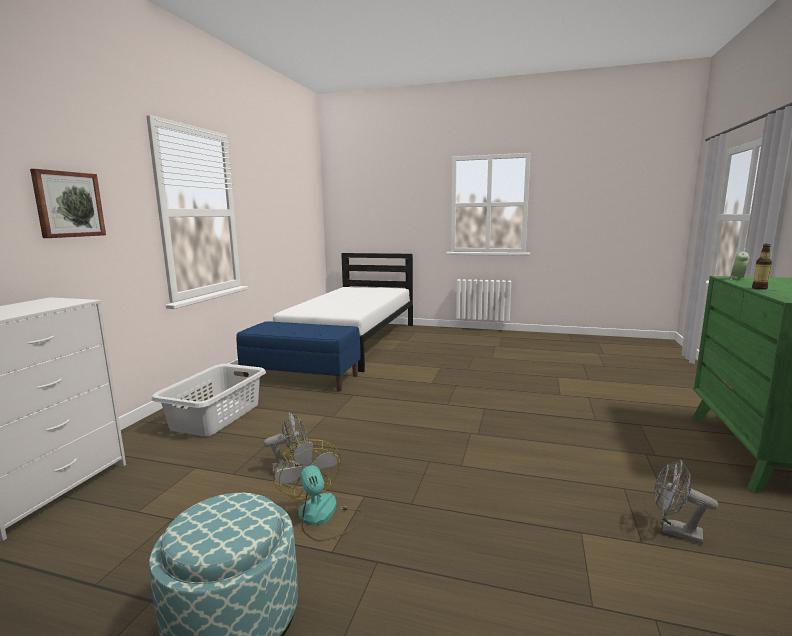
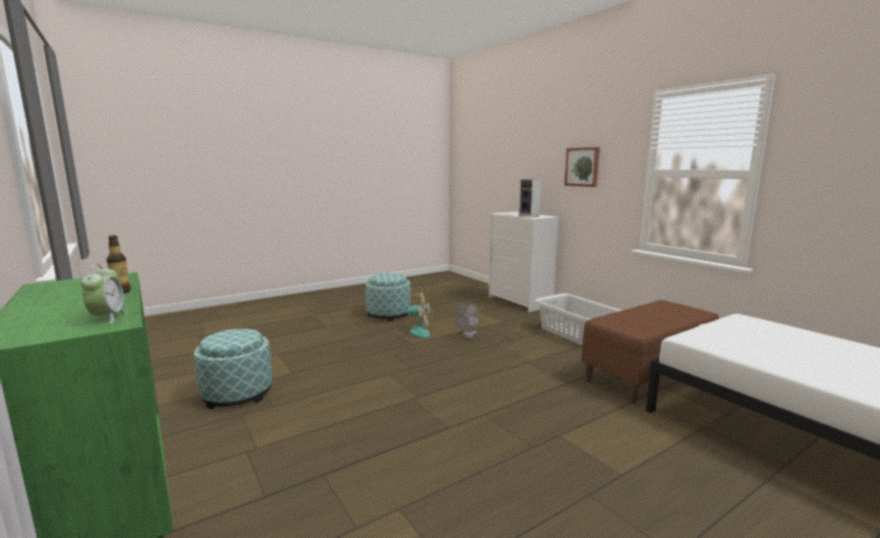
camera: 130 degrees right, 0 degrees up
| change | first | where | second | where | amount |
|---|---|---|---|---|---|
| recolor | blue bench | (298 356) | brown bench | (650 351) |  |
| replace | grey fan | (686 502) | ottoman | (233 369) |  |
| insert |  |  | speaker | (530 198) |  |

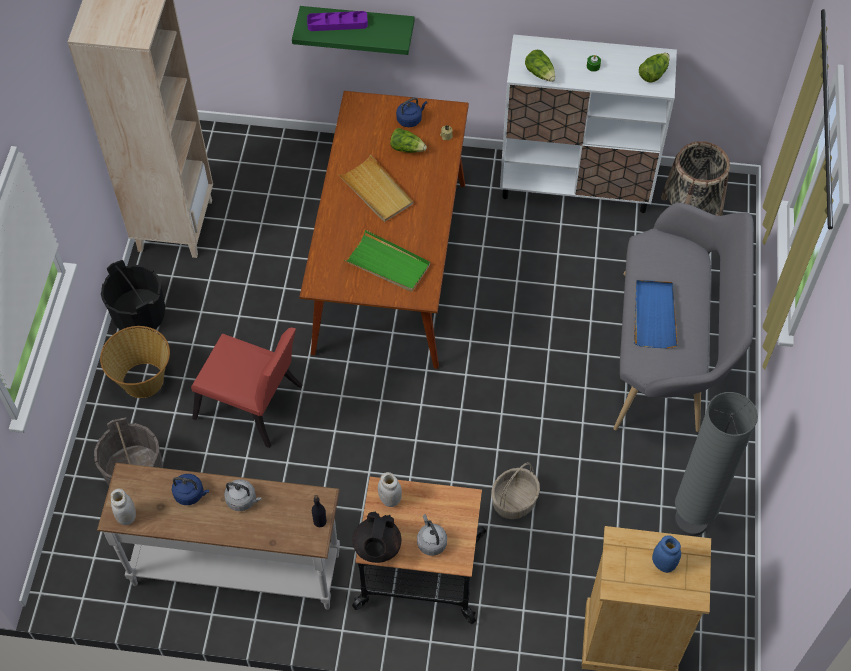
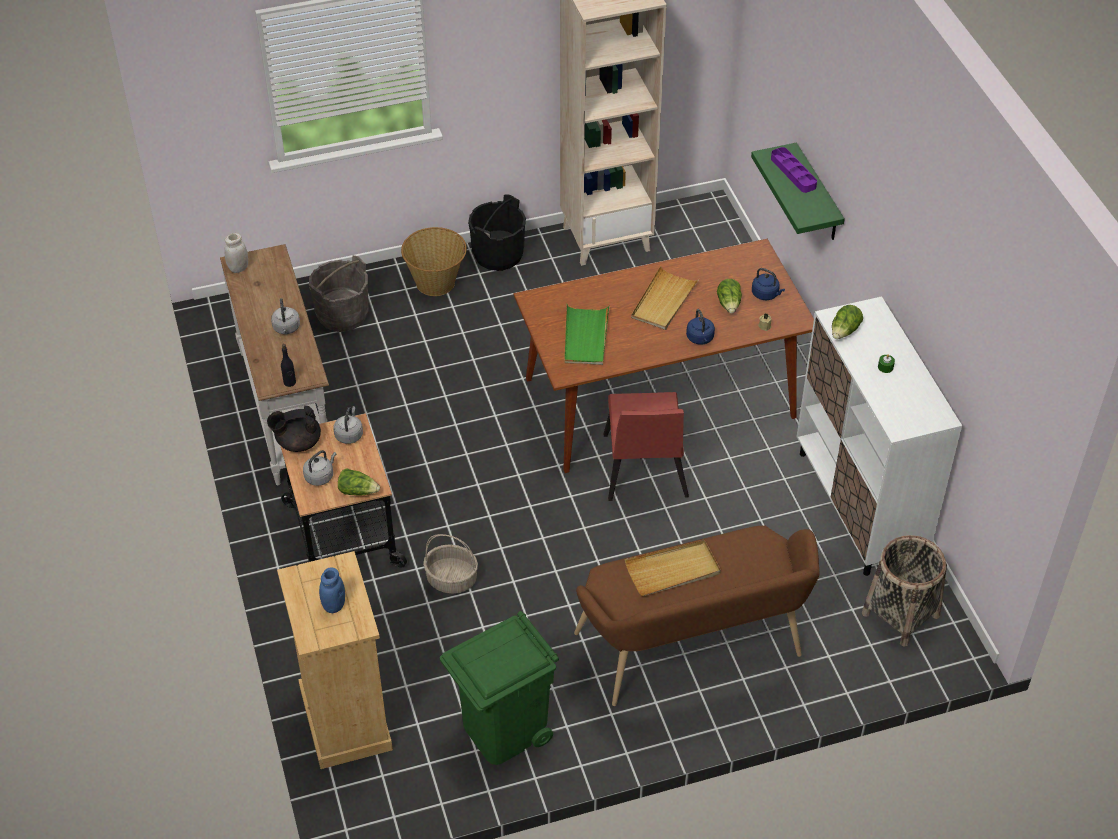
camera: 65 degrees right, 10 degrees down
| change | first | where | second | where | amount |
|---|---|---|---|---|---|
| move | lettuce | (654 67) |  | (359 482) |  |
| recolor | grey bench | (683 317) | brown bench | (696 615) |  |
| recolor | blue tray | (656 314) | beige tray | (673 567) |  |
| move | red chair | (247 388) |  | (646 446) |  |
| replace | grey floor lamp | (716 464) | green trash can | (499 688) |  |
| replace | white jar | (390 489) | grey kettle | (348 425) |  |
| move | blue kettle | (190 489) |  | (700 327) |  |

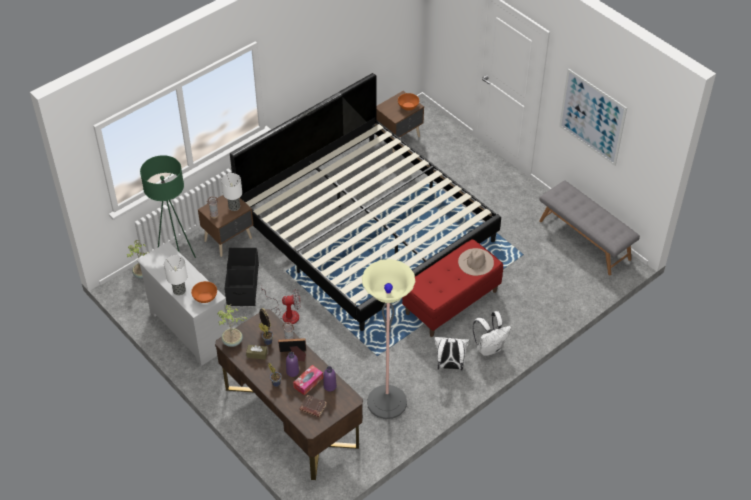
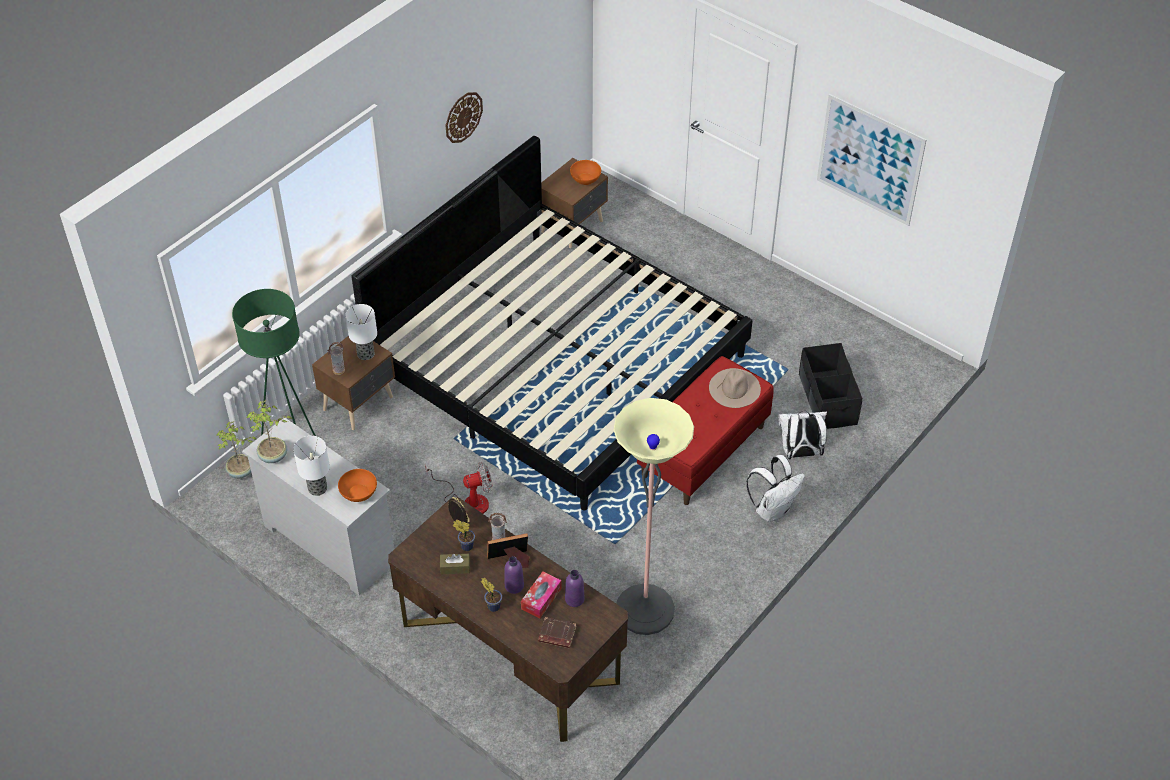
camera: 10 degrees left, 0 degrees up
| change | first | where | second | where | amount |
|---|---|---|---|---|---|
| delete | grey bench | (589 228) |  |  |  |
| move | black storage box | (242 277) |  | (830 386) |  |
| move | potted plant | (232 325) |  | (269 431) |  |
| move | white backpack | (451 353) |  | (802 435) |  |
| insert |  |  | wall clock | (464 117) |  |

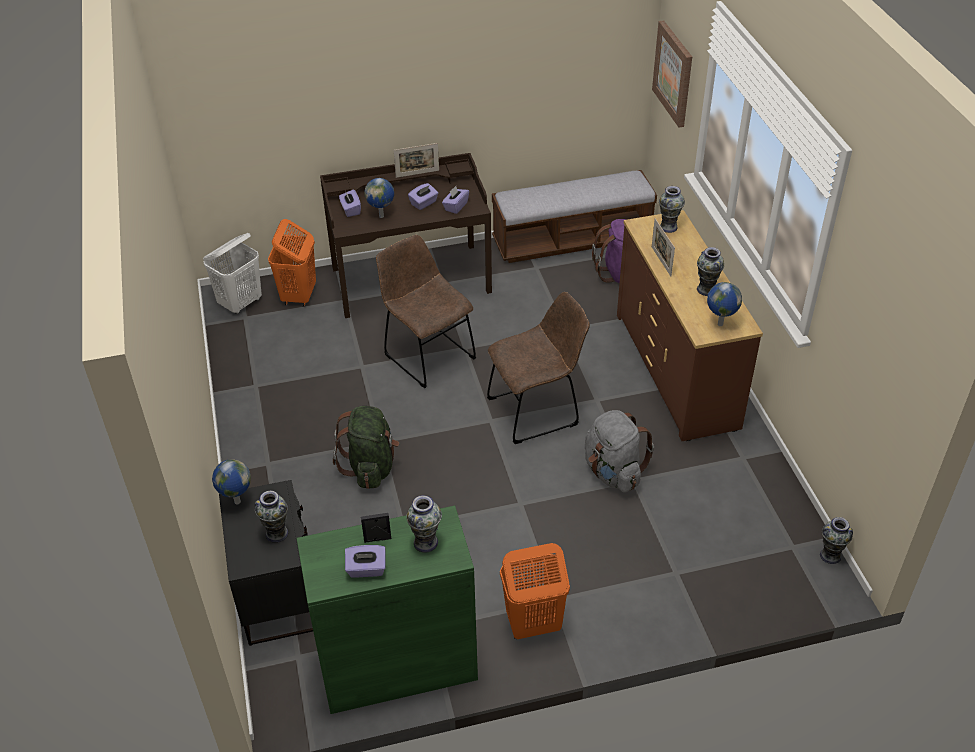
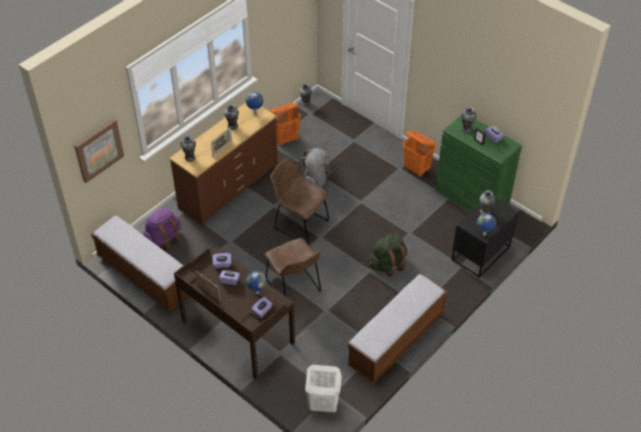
camera: 125 degrees left, 5 degrees up
| change | first | where | second | where | amount |
|---|---|---|---|---|---|
| move | orange laundry basket | (292 263) |  | (285 124) |  |
| rotate | brown chair | (426 311) |  | (293 267) | 45 degrees counterclockwise |
| insert |  |  | bench | (397 329) |  |

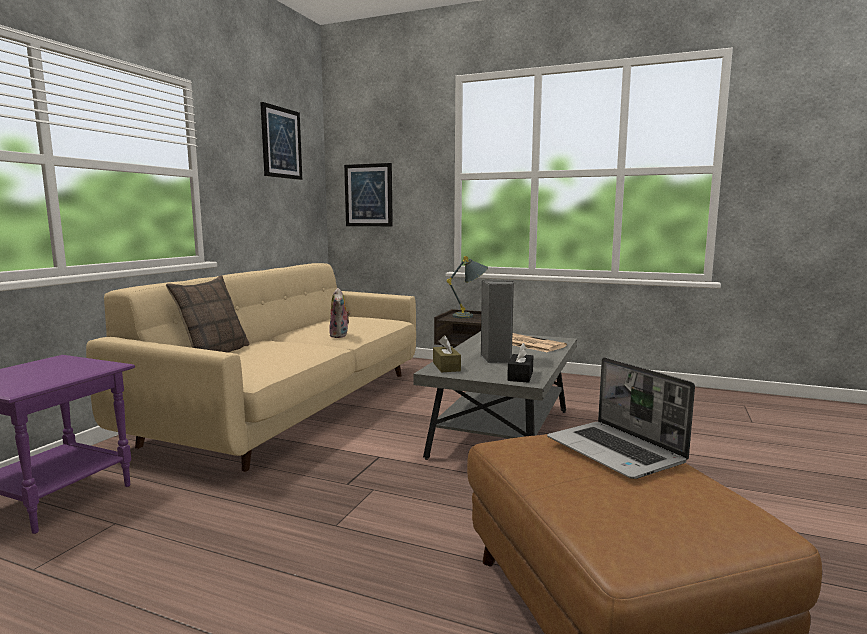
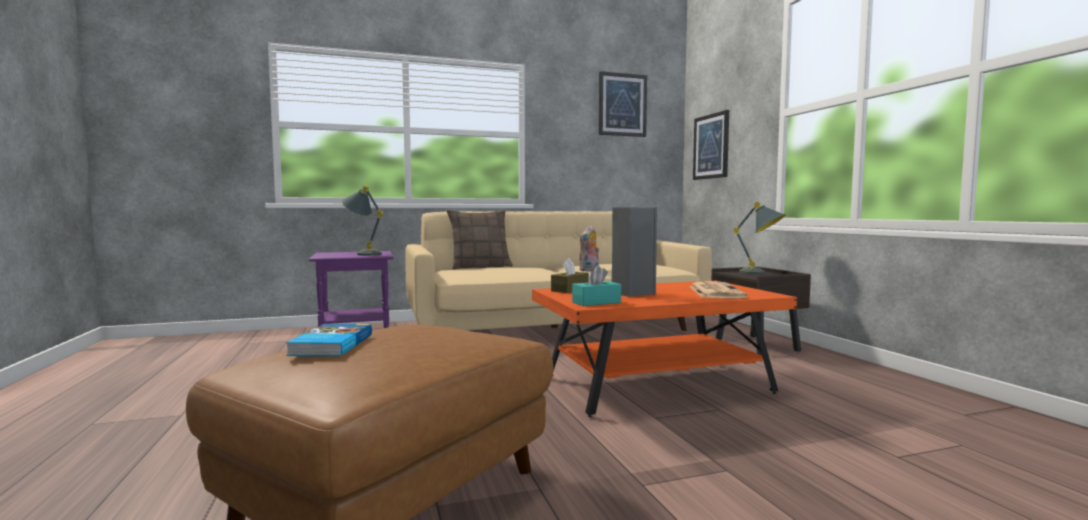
camera: 50 degrees right, 5 degrees down
| change | first | where | second | where | amount |
|---|---|---|---|---|---|
| recolor | grey coffee table | (495 395) | orange coffee table | (664 349) |  |
| recolor | black tissue box | (520 363) | turquoise tissue box | (596 286) |  |
| delete | laptop | (621 418) |  |  |  |
| insert |  |  | grey table lamp | (362 221) |  |
| insert |  |  | book | (329 340) |  |

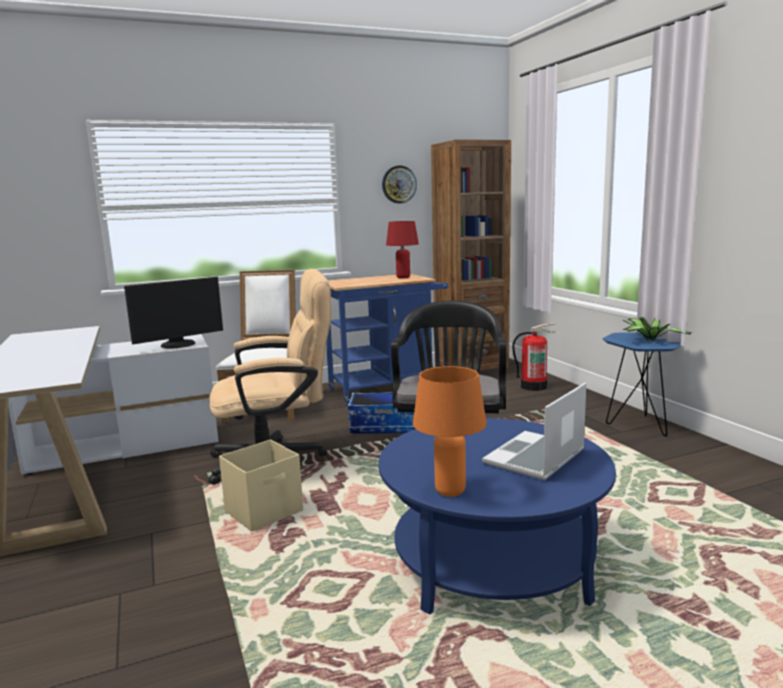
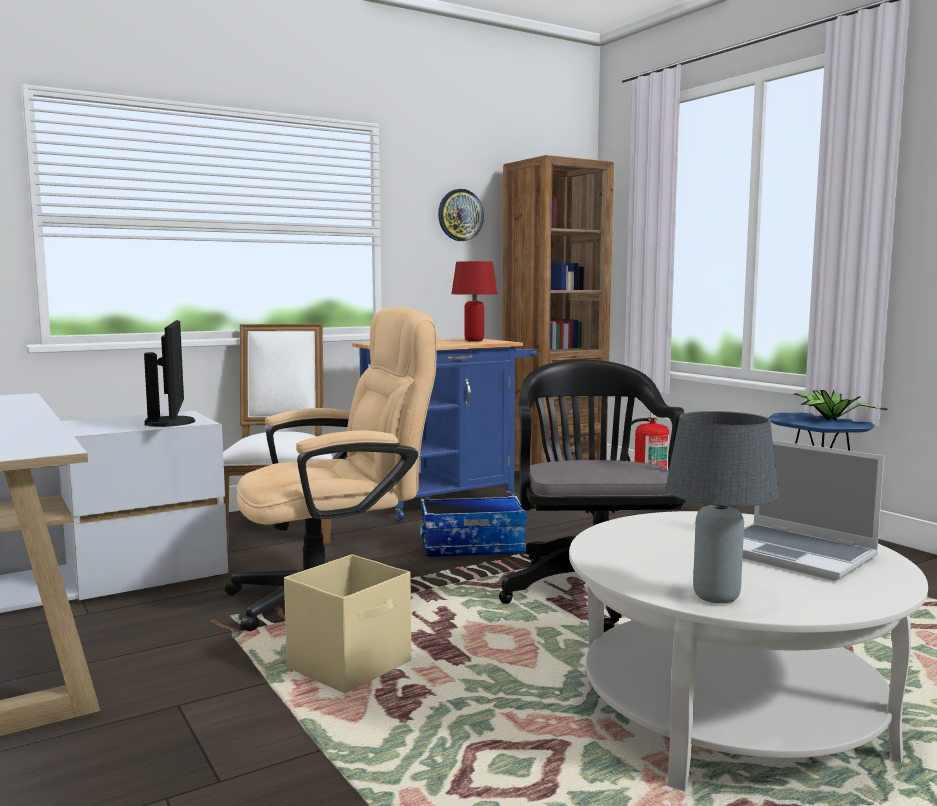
camera: 10 degrees left, 5 degrees down
| change | first | where | second | where | amount |
|---|---|---|---|---|---|
| rotate | monitor | (173 313) |  | (169 373) | 60 degrees counterclockwise |
| recolor | orange table lamp | (450 431) | grey table lamp | (722 507) |  |
| rotate | laptop | (534 431) |  | (813 510) | 75 degrees counterclockwise |
| recolor | blue coffee table | (497 516) | white coffee table | (748 651) |  |

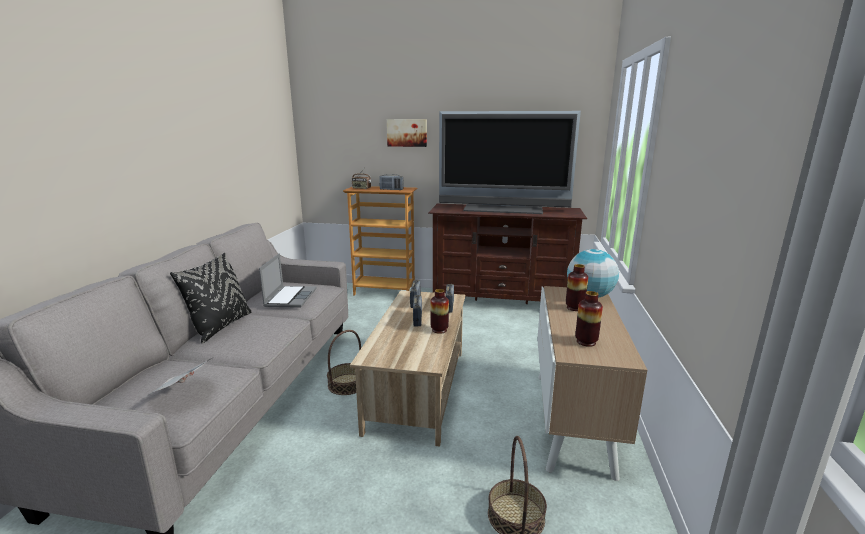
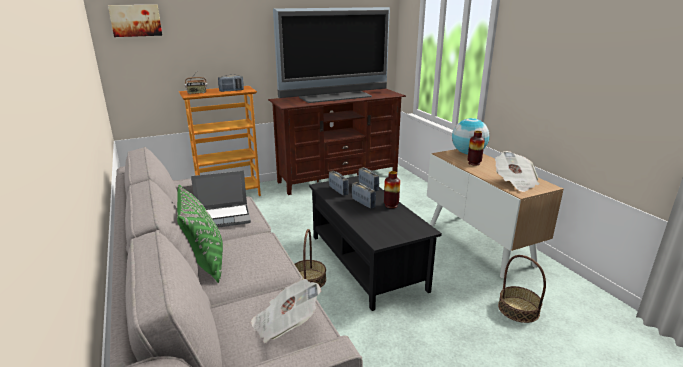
camera: 35 degrees left, 5 degrees up
| change | first | where | second | where | amount |
|---|---|---|---|---|---|
| move | picture | (407 133) |  | (135 21) |  |
| recolor | black pillow | (210 298) | green pillow | (200 233) |  |
| rotate | laptop | (288 280) |  | (221 199) | 105 degrees clockwise |
| recolor | beige coffee table | (407 368) | black coffee table | (375 243) |  |
| replace | vase | (589 319) | newspaper | (517 171) |  |

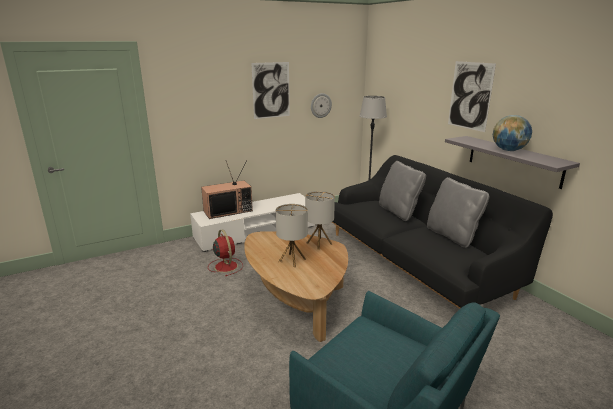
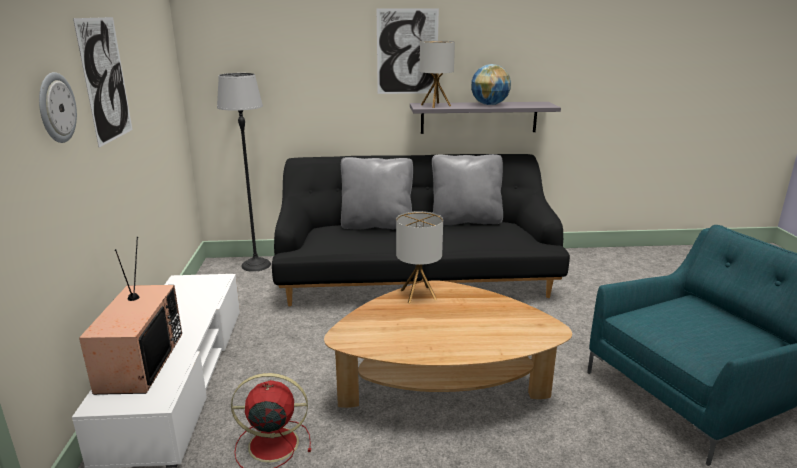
camera: 65 degrees left, 0 degrees up
| change | first | where | second | where | amount |
|---|---|---|---|---|---|
| move | wall clock | (321 105) |  | (58 107) |  |
| move | table lamp | (292 236) |  | (437 74) |  |

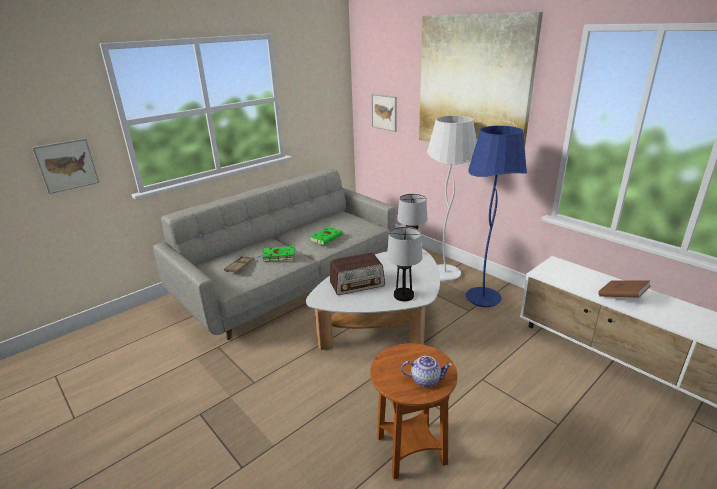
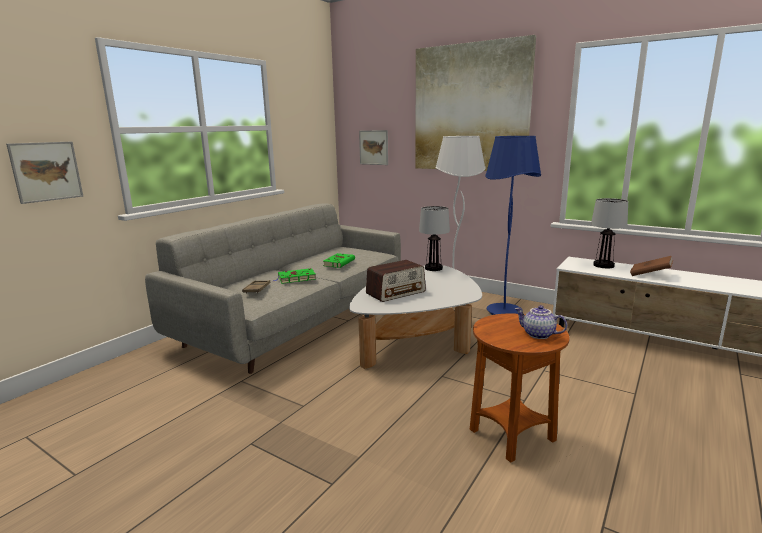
camera: 15 degrees left, 10 degrees down
| change | first | where | second | where | amount |
|---|---|---|---|---|---|
| move | table lamp | (404 264) |  | (609 233) |  |
| rotate | teapot | (426 371) |  | (541 322) | 135 degrees counterclockwise |

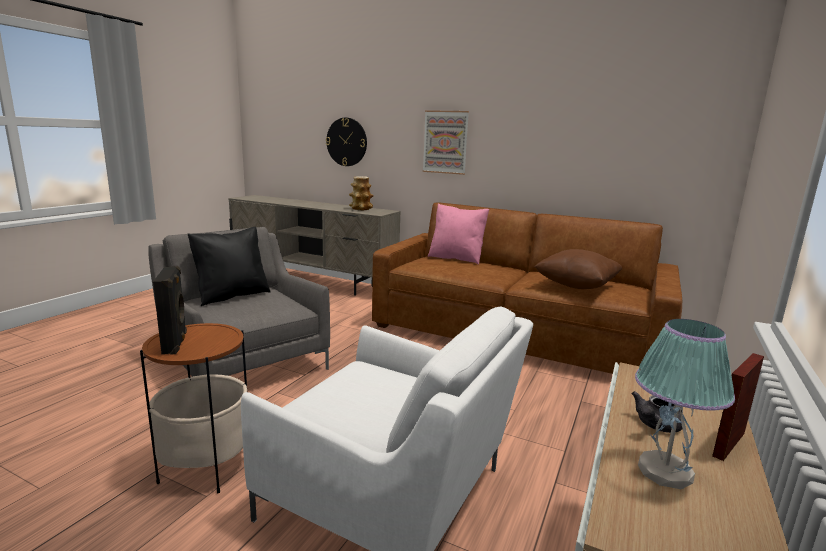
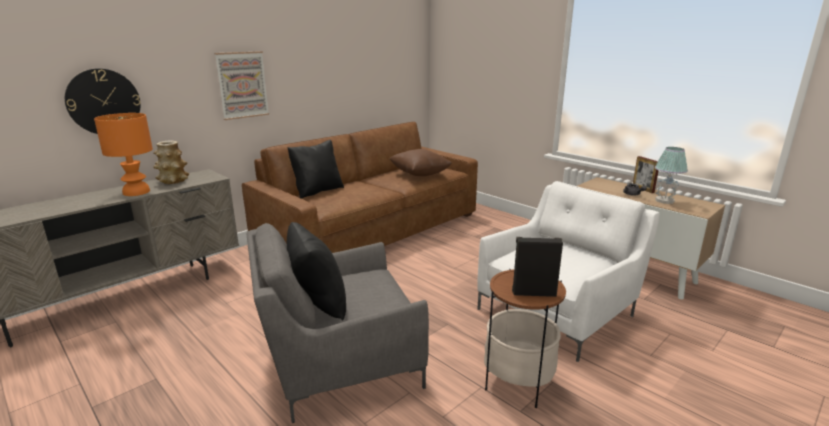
camera: 70 degrees left, 5 degrees up
| change | first | where | second | where | amount |
|---|---|---|---|---|---|
| recolor | pink pillow | (458 234) | black pillow | (315 169) |  |
| insert |  |  | orange table lamp | (123 154) |  |

